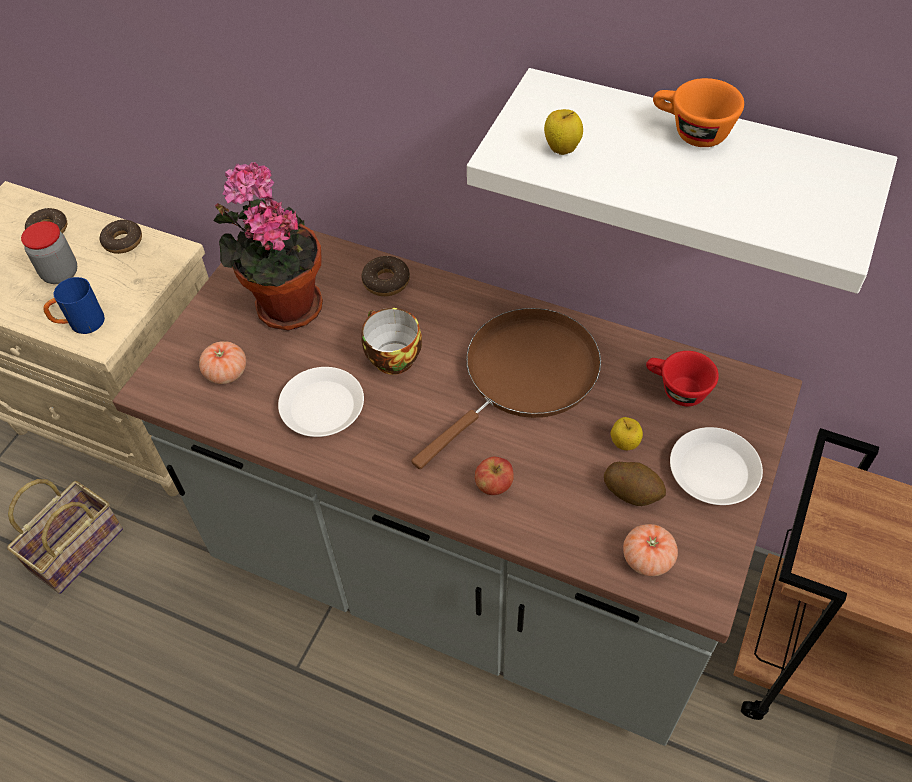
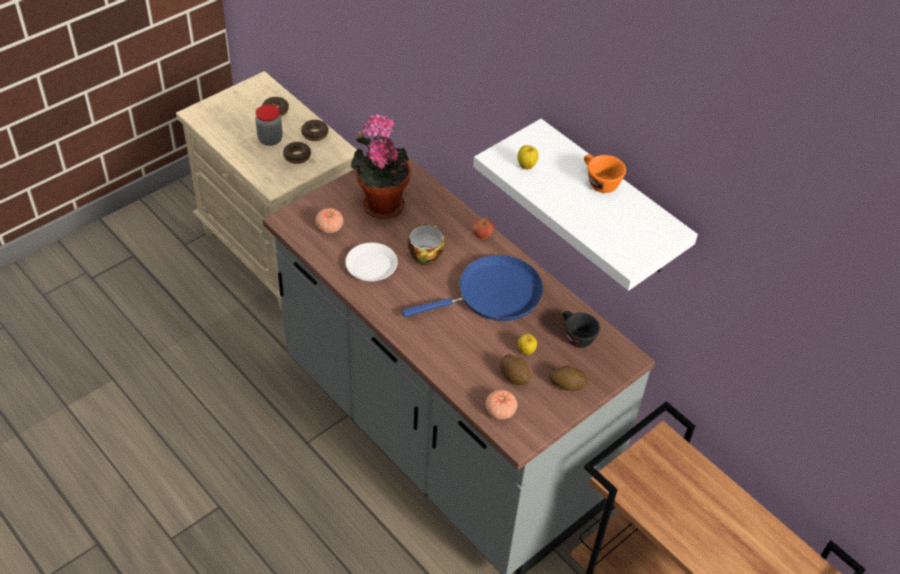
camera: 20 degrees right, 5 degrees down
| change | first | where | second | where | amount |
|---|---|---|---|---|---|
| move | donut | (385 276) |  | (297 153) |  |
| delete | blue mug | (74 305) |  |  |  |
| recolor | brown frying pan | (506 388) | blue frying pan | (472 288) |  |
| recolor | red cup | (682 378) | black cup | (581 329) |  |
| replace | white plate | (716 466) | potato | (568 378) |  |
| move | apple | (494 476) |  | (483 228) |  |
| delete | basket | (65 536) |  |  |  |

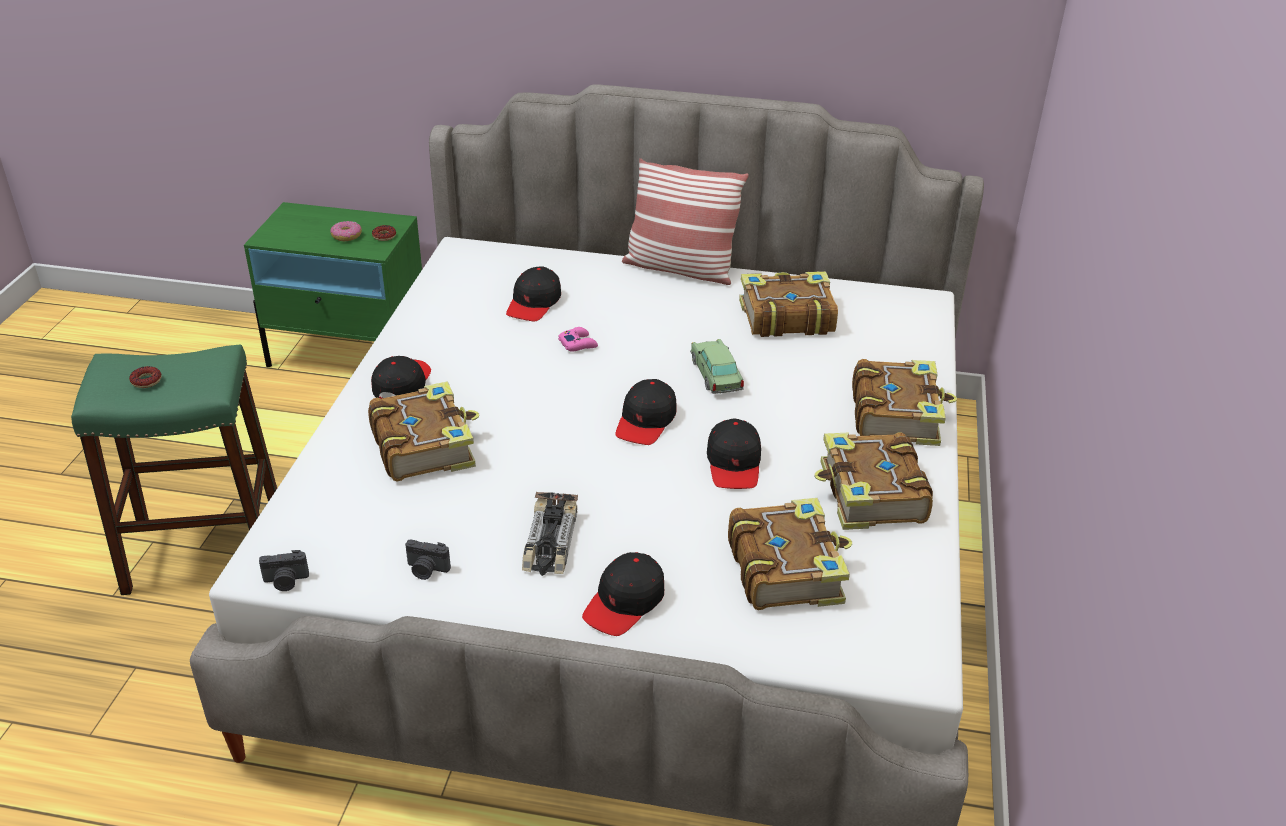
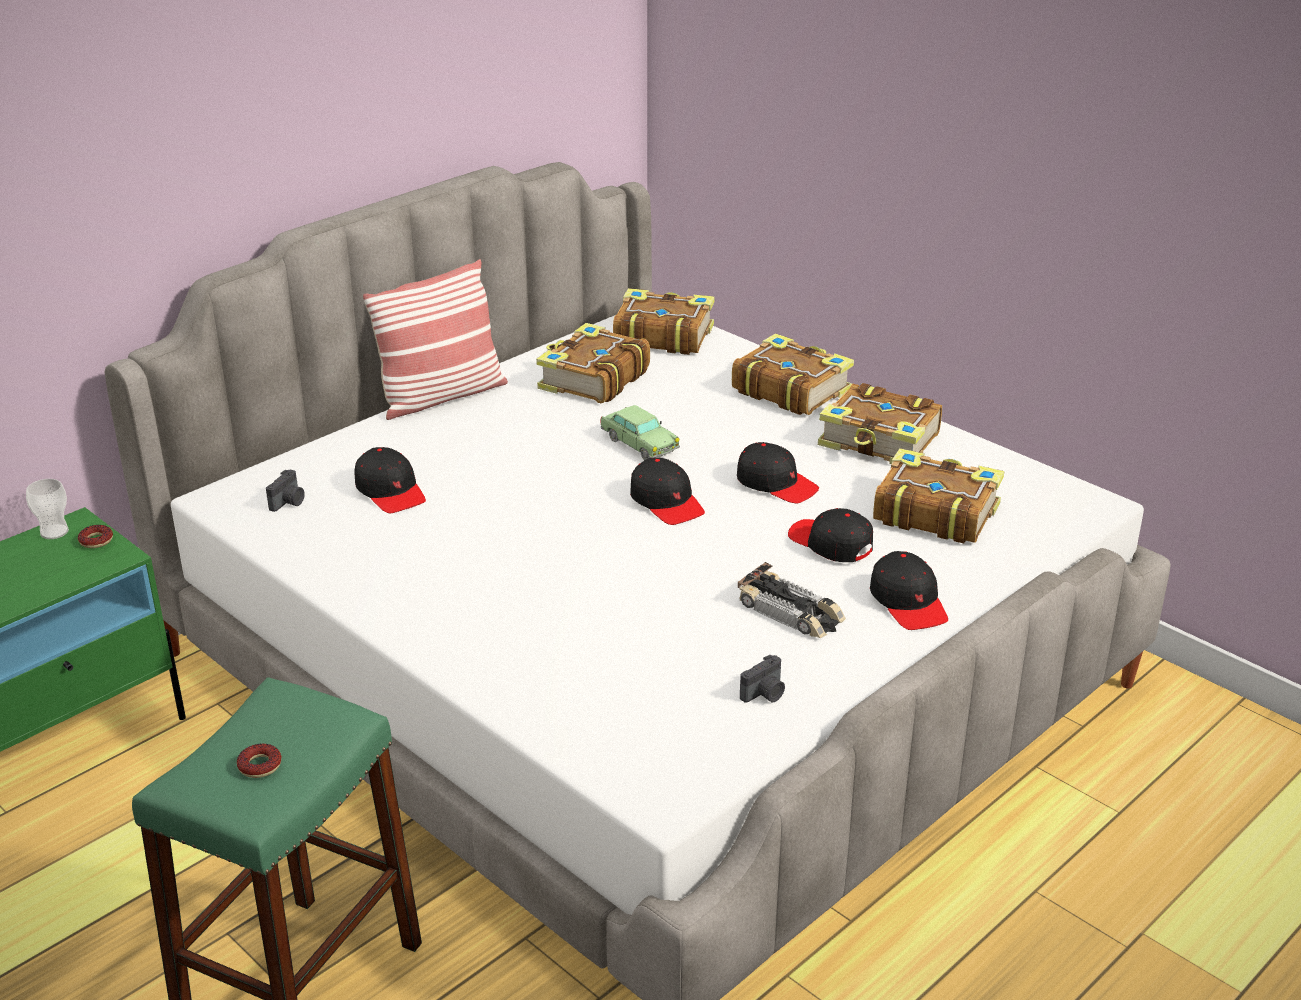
camera: 55 degrees left, 5 degrees down
| change | first | where | second | where | amount |
|---|---|---|---|---|---|
| delete | donut | (346 231) |  |  |  |
| delete | pink game controller | (578 339) |  |  |  |
| rotate | toy car | (717 366) |  | (640 432) | 150 degrees counterclockwise |
| move | black cap | (401 377) |  | (830 535) |  |
| move | book | (423 431) |  | (663 321) |  |
| move | photo camera | (284 570) |  | (285 491) |  |
| insert |  |  | cup | (47 509) |  |

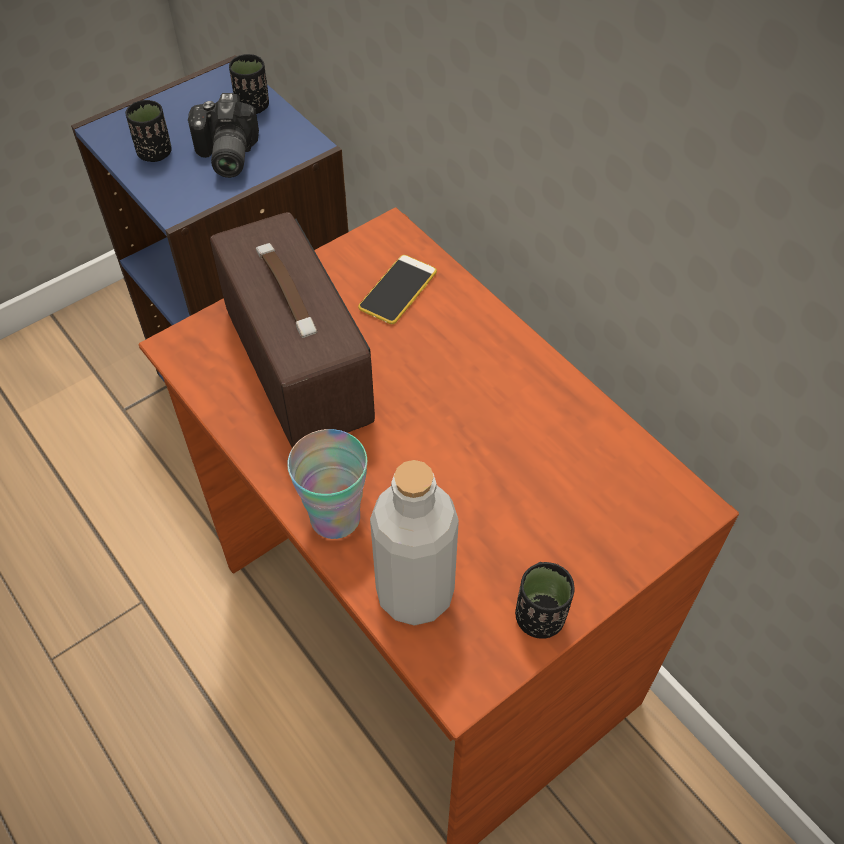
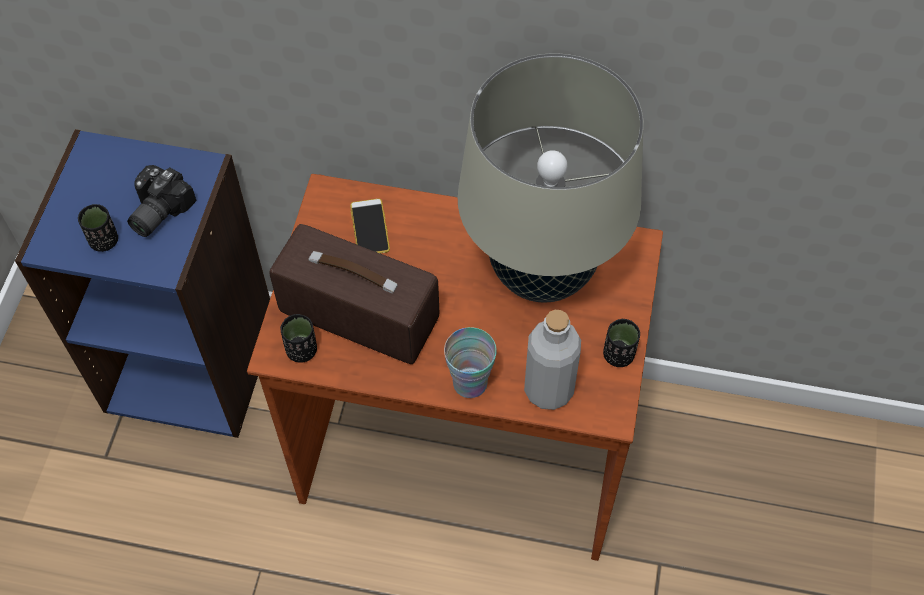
camera: 40 degrees left, 5 degrees up
| change | first | where | second | where | amount |
|---|---|---|---|---|---|
| move | black cup | (249 84) |  | (298 338) |  |
| rotate | photo camera | (223 135) |  | (162 201) | 75 degrees clockwise |
| insert |  |  | beige table lamp | (550 178) |  |

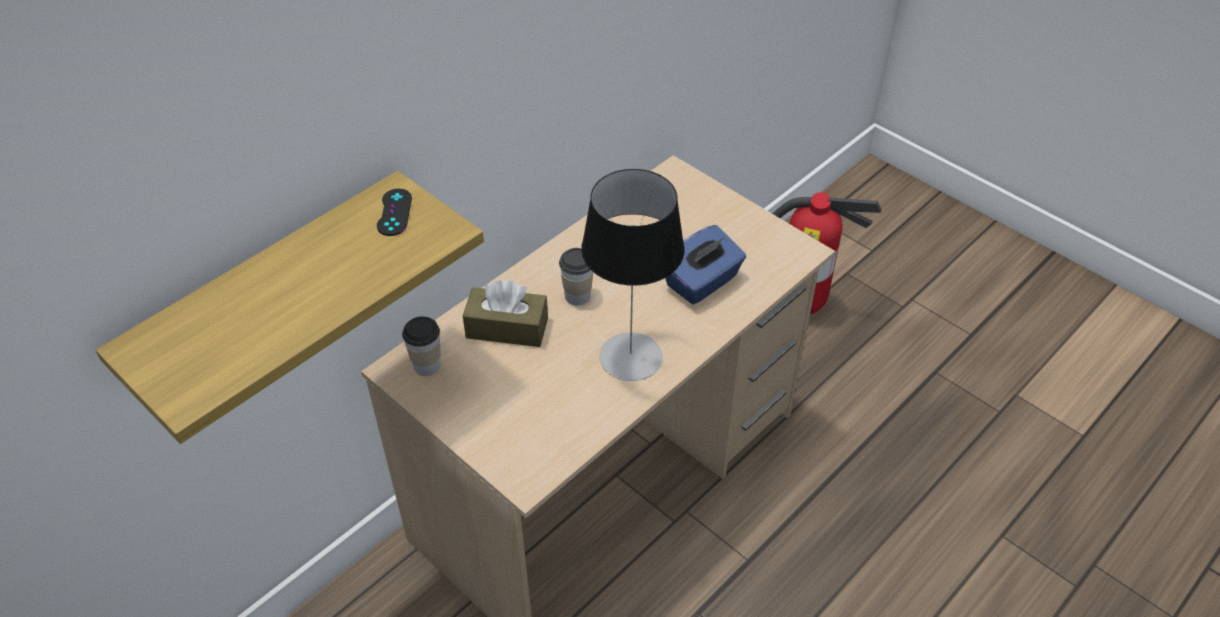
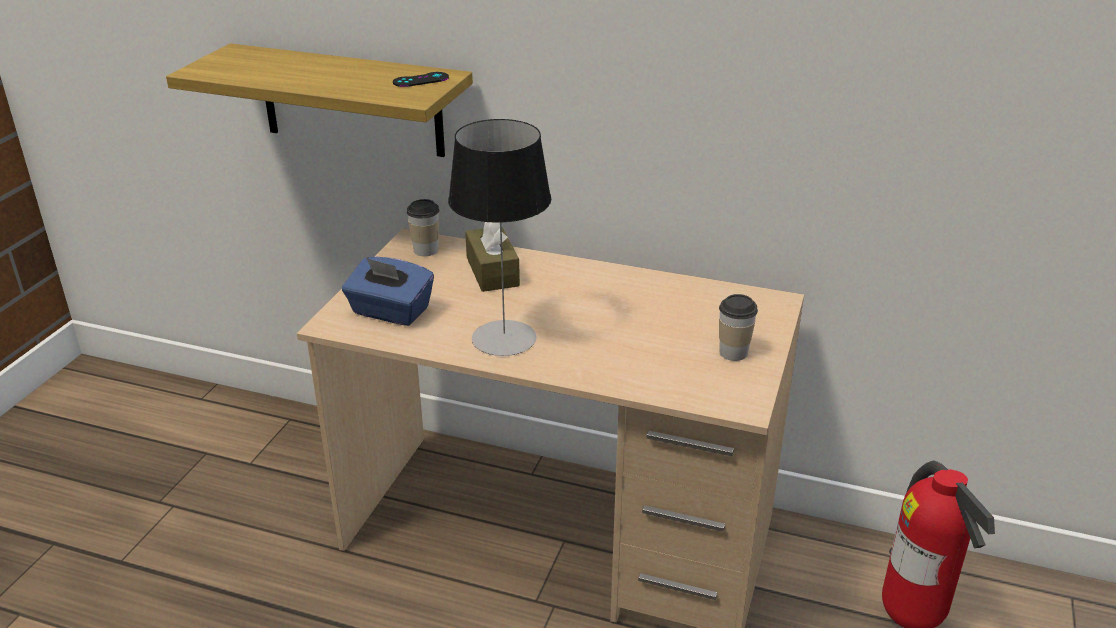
camera: 65 degrees right, 15 degrees down
| change | first | where | second | where | amount |
|---|---|---|---|---|---|
| move | blue tissue box | (705 265) |  | (388 291) |  |
| move | cup | (576 277) |  | (738 327) |  |

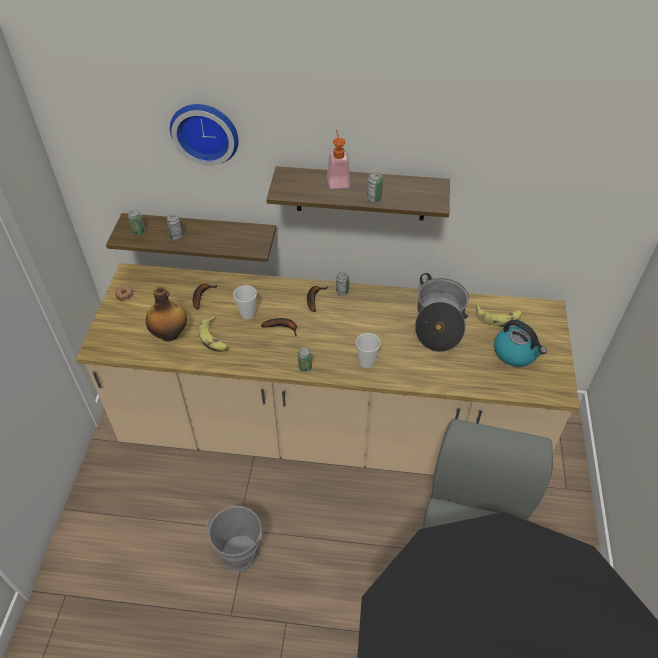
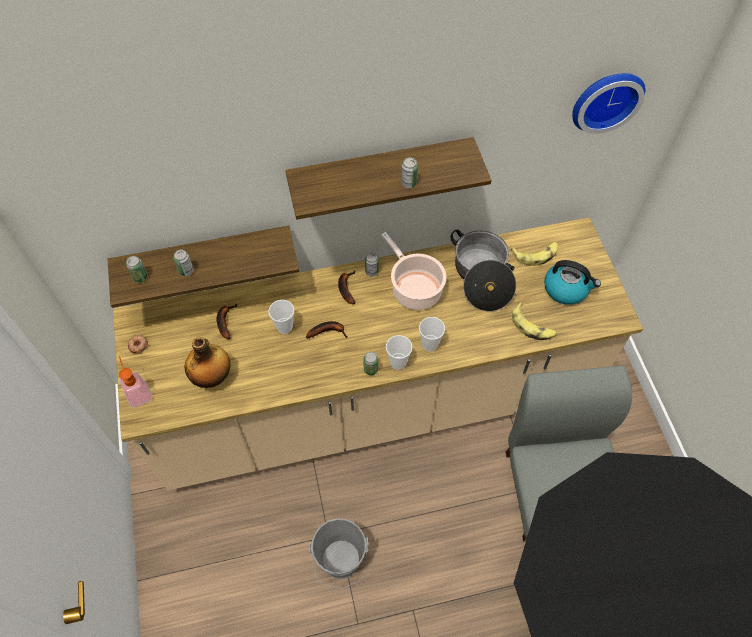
camera: 20 degrees left, 10 degrees up
| change | first | where | second | where | amount |
|---|---|---|---|---|---|
| move | wall clock | (204 135) |  | (608 103) |  |
| move | soap dispenser | (338 159) |  | (135 382) |  |
| move | banana | (213 334) |  | (534 321) |  |
| insert |  |  | cooking pot | (413 271) |  |
| insert |  |  | cup | (399 352) |  |

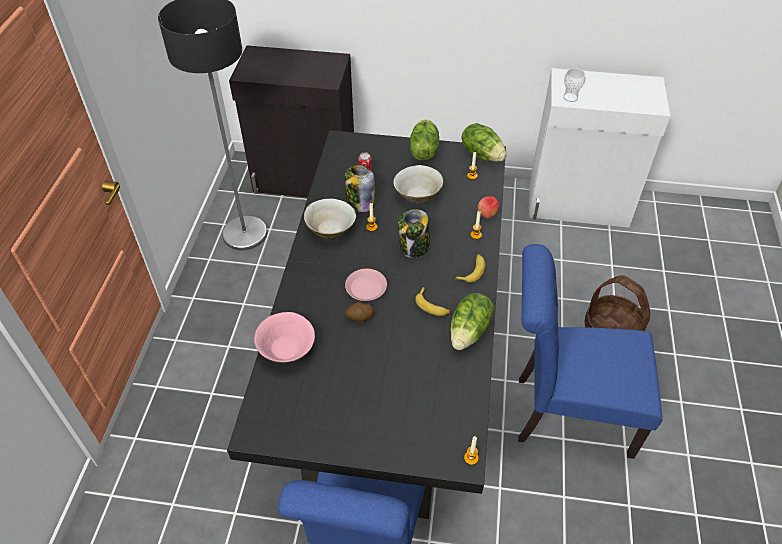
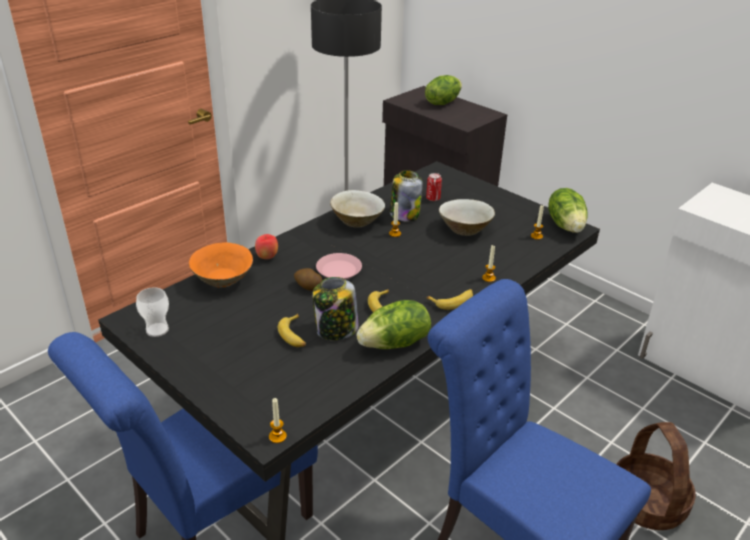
camera: 35 degrees right, 15 degrees down
| change | first | where | second | where | amount |
|---|---|---|---|---|---|
| move | cup | (574 85) |  | (152 312) |  |
| move | lettuce | (424 139) |  | (443 90) |  |
| move | apple | (488 208) |  | (266 246) |  |
| move | jar | (414 233) |  | (335 308) |  |
| recolor | pink bowl | (284 337) | orange bowl | (221 265) |  |
| insert |  |  | banana | (292 330) |  |

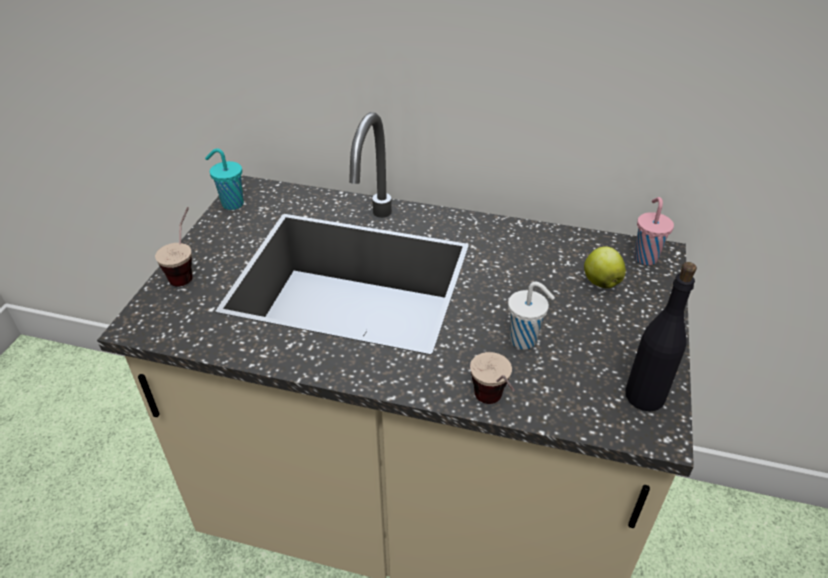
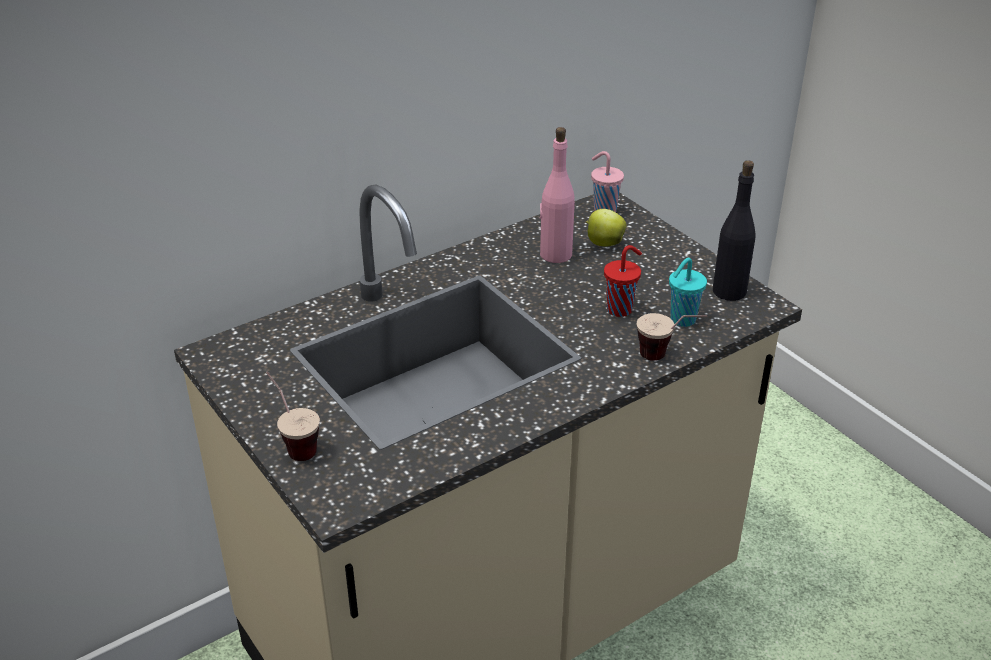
camera: 50 degrees left, 5 degrees down
| change | first | where | second | where | amount |
|---|---|---|---|---|---|
| move | turquoise cup | (224 179) |  | (688 292) |  |
| recolor | white cup | (531 316) | red cup | (623 281) |  |
| insert |  |  | pink bottle | (557 195) |  |

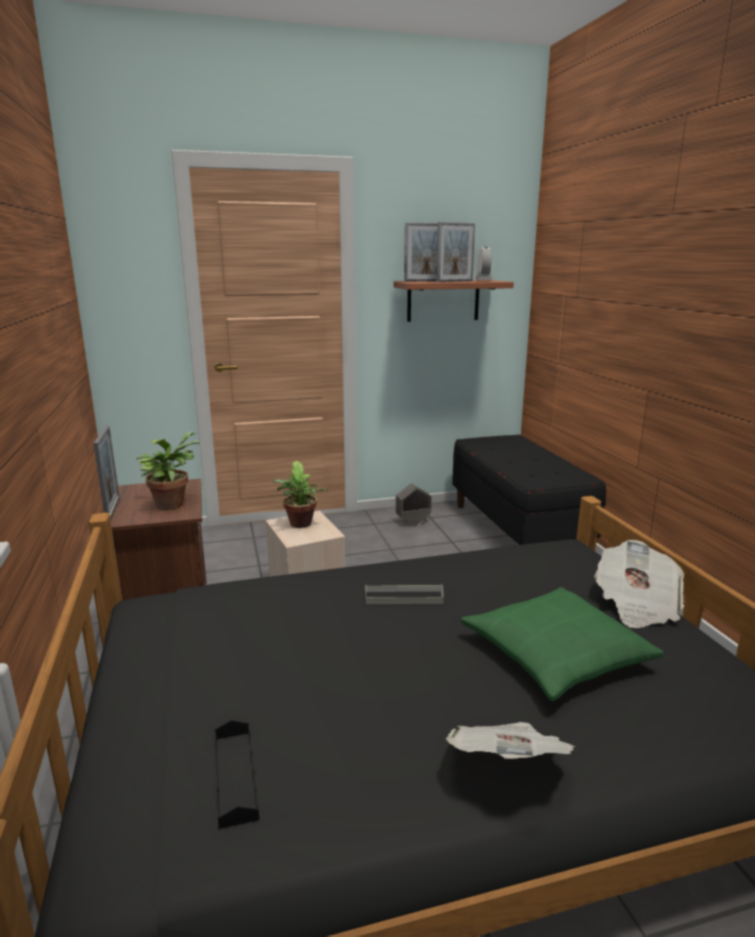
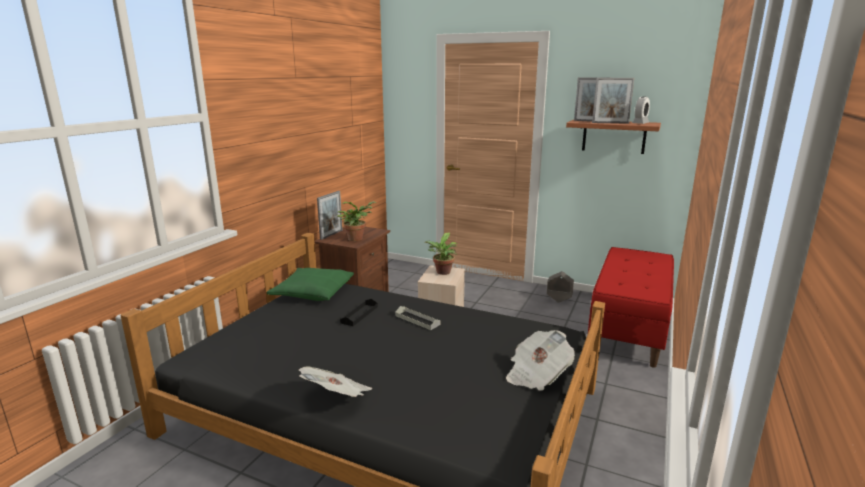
camera: 40 degrees right, 0 degrees up
| change | first | where | second | where | amount |
|---|---|---|---|---|---|
| recolor | black bench | (529 490) | red bench | (631 307) |  |
| move | green pillow | (562 644) |  | (310 284) |  |
| move | black tray | (237 774) |  | (359 312) |  |

